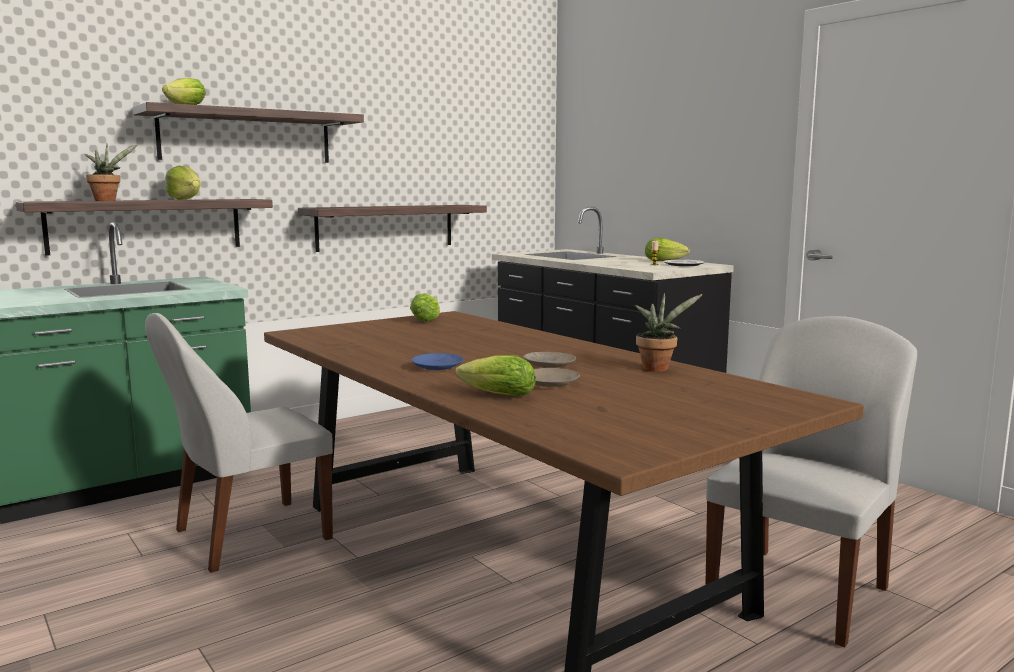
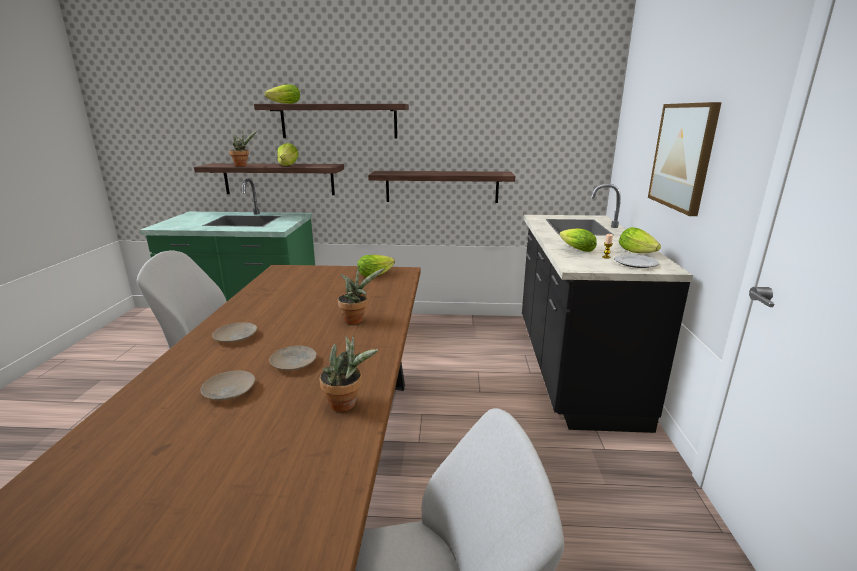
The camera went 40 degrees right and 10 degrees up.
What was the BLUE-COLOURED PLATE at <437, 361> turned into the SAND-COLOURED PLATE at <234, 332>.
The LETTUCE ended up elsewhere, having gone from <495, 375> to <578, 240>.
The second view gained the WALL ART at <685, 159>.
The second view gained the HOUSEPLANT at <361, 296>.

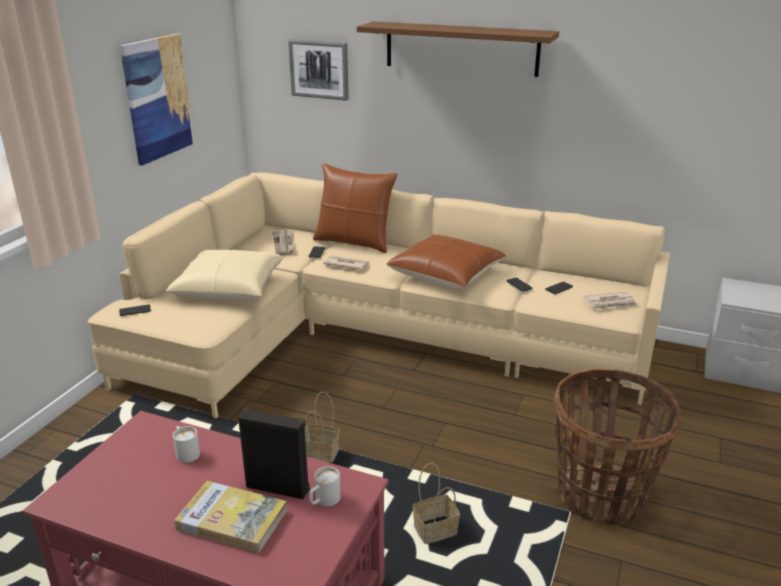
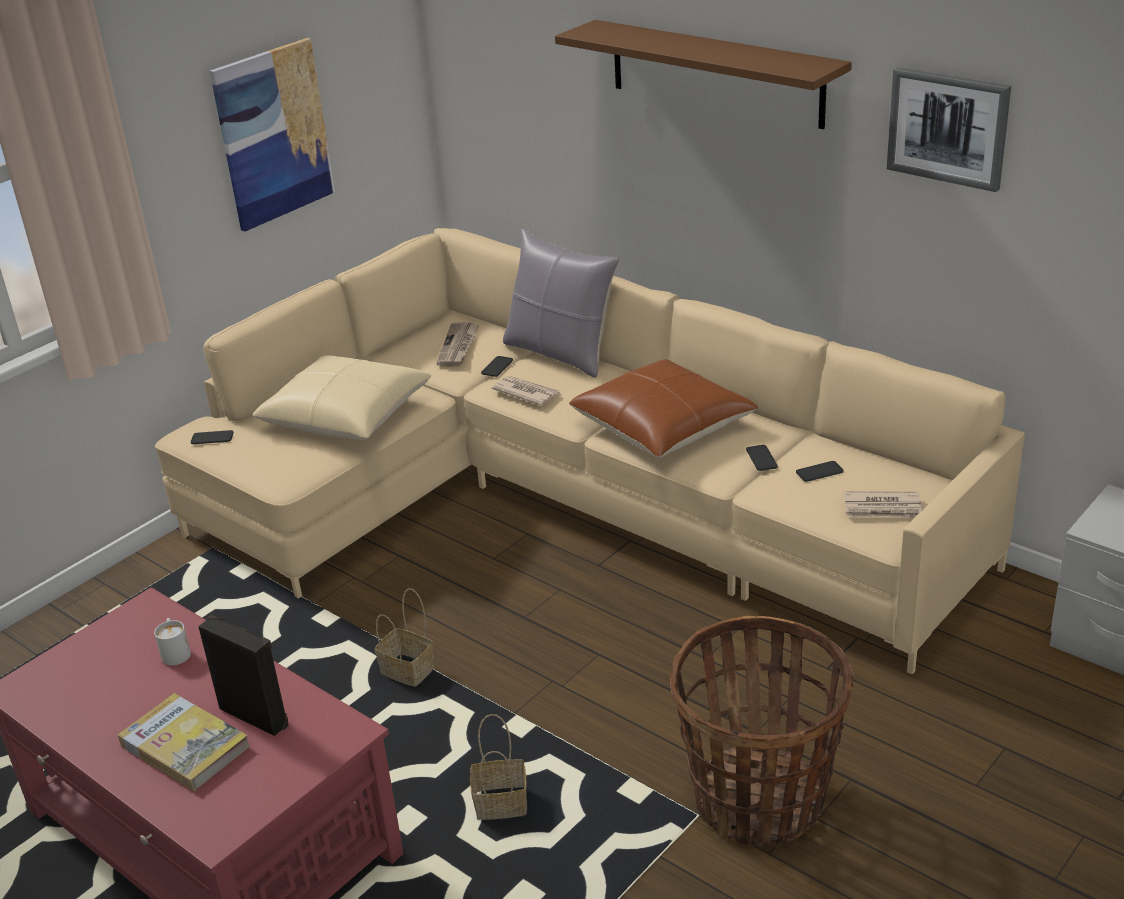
The camera went 20 degrees right and 5 degrees up.
The WALL ART ended up elsewhere, having gone from <318, 70> to <949, 129>.
What was the BROWNISH THROW PILLOW at <355, 208> turned into the GREY THROW PILLOW at <561, 303>.
The second view lost the WHITE-COLOURED MUG at <325, 486>.

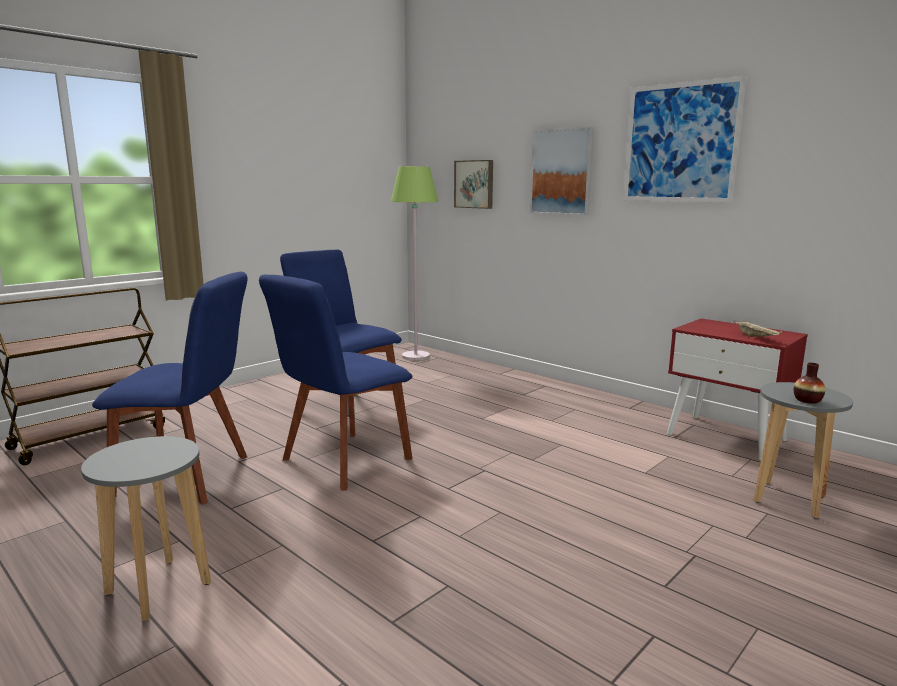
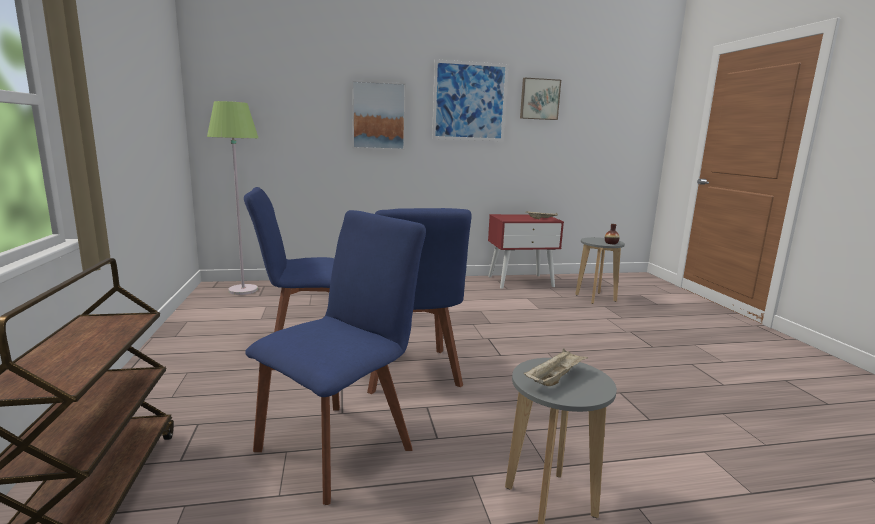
The camera went 55 degrees left and 0 degrees up.
The WALL ART ended up elsewhere, having gone from <473, 184> to <540, 99>.
The second view gained the SAND-COLOURED SERVING TRAY at <556, 367>.

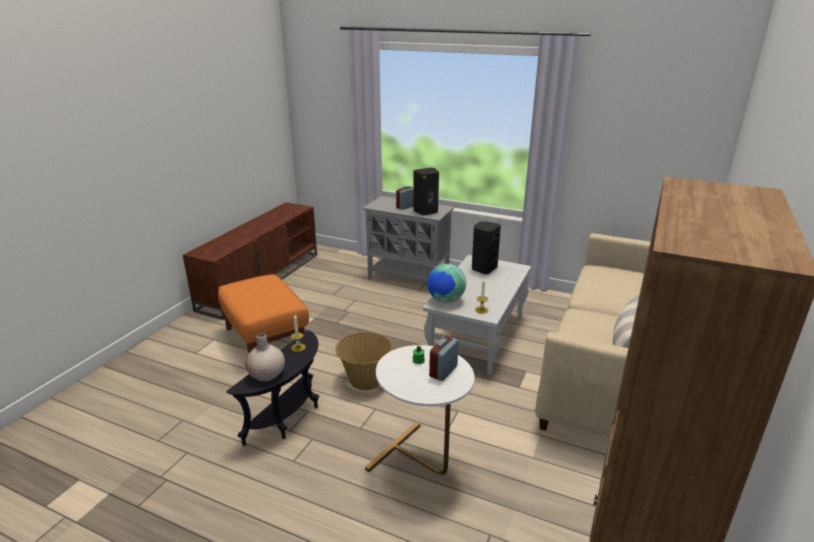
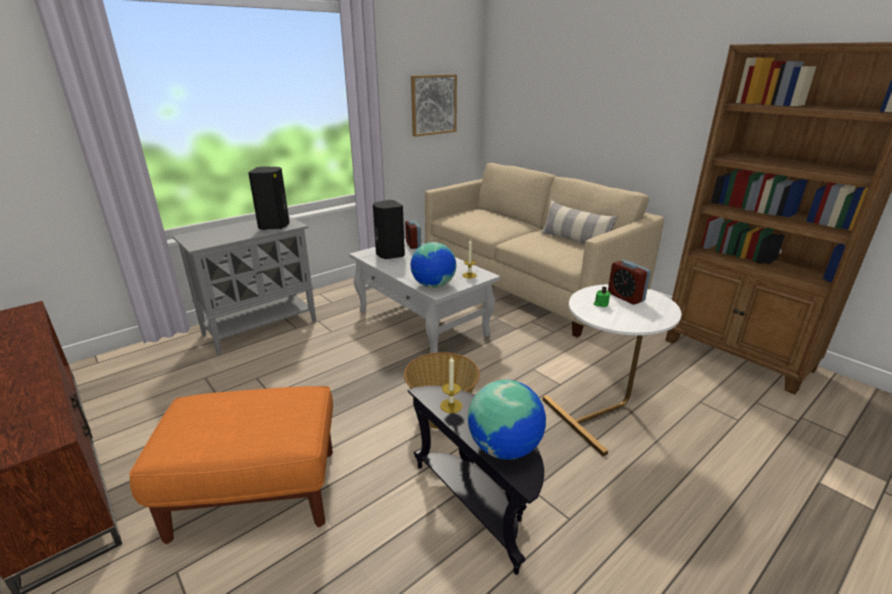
The camera went 65 degrees left and 0 degrees up.
The TABLE CLOCK ended up elsewhere, having gone from <405, 198> to <413, 234>.
Where the SAND-COLOURED DECORATIVE VASE stood at <265, 357>, the WORLD GLOBE came to stand at <507, 420>.
The second view gained the WALL ART at <434, 105>.

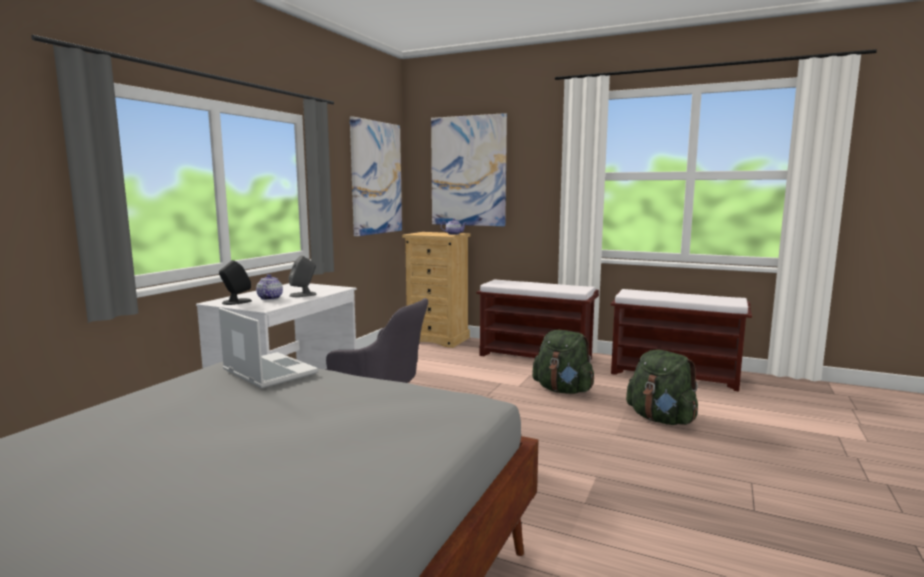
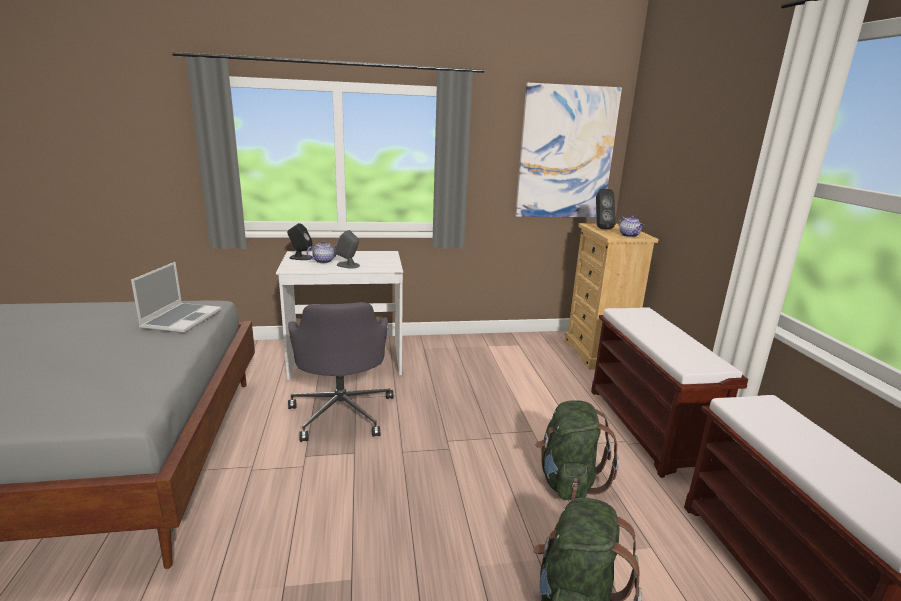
The camera went 55 degrees right and 10 degrees up.
The second view lost the WALL ART at <469, 169>.
The second view gained the BLACKISH AUDIO SPEAKER at <606, 209>.

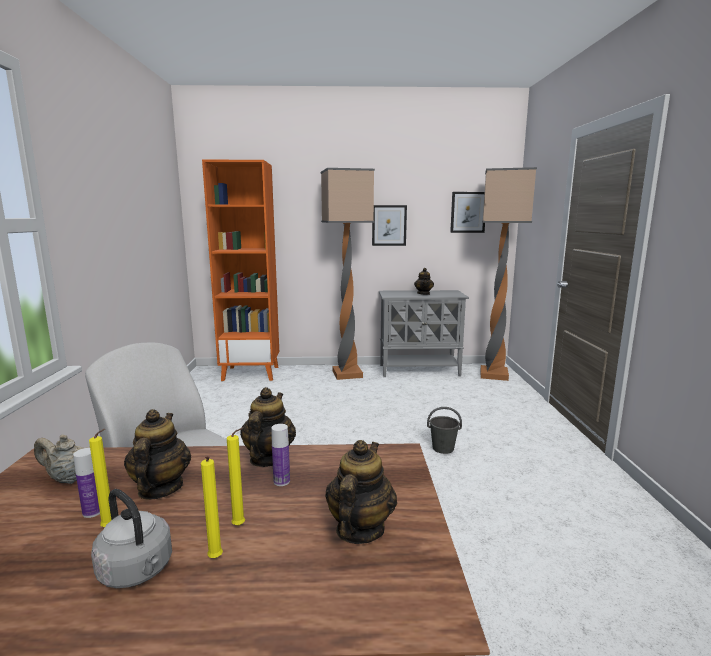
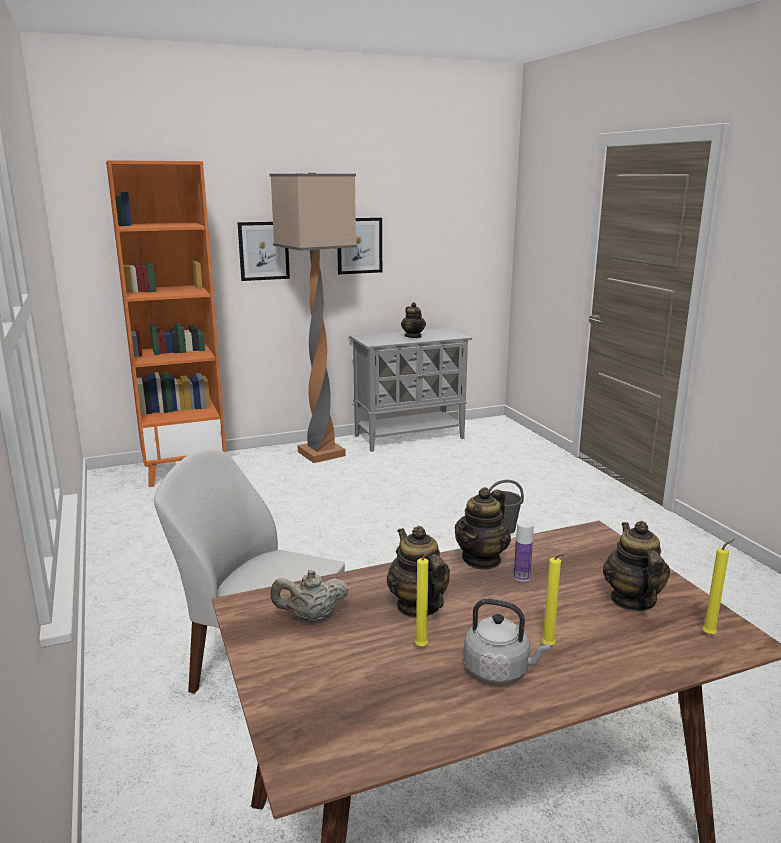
The camera went 20 degrees left and 5 degrees up.
The second view lost the FLOOR LAMP at <509, 274>.
The WALL ART ended up elsewhere, having gone from <467, 212> to <263, 251>.
The POT FOR TEA at <268, 427> ended up facing another way, 135 degrees counterclockwise from before.
The YELLOWISH WAX LIGHT ended up elsewhere, having gone from <236, 476> to <719, 587>.
The second view lost the DRINK BOTTLE at <86, 483>.

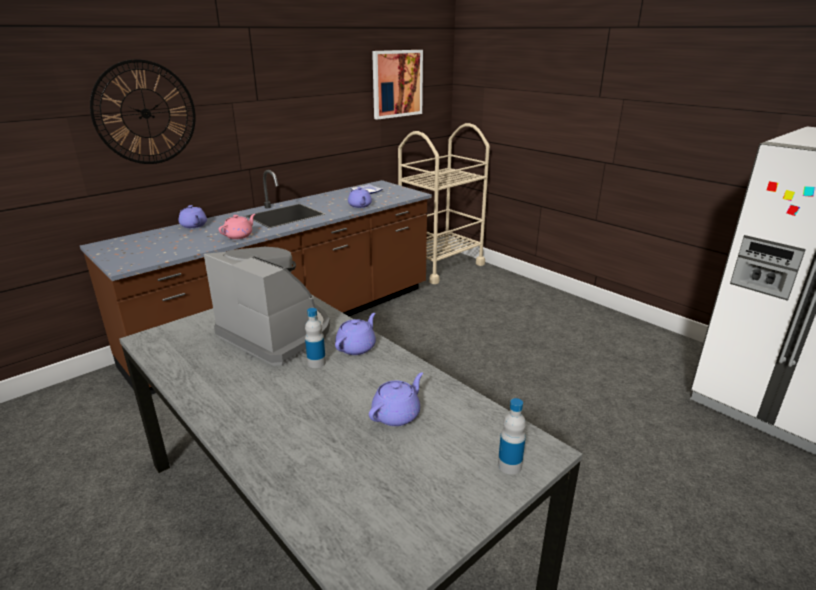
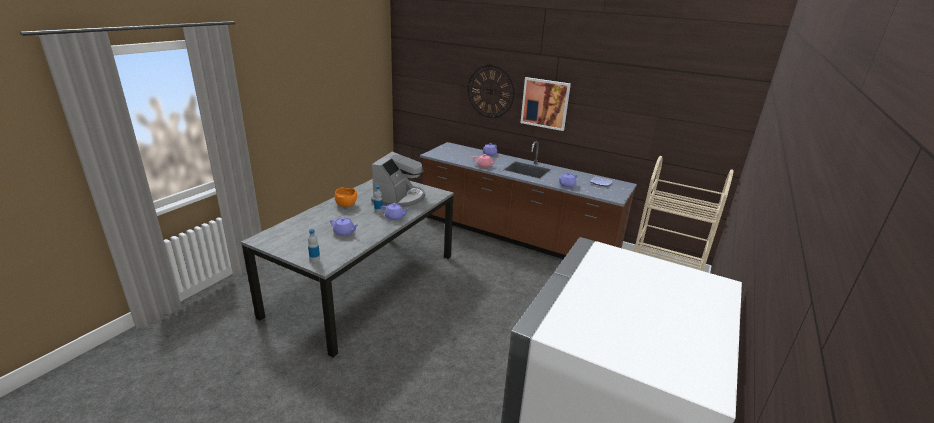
The camera went 70 degrees right and 0 degrees up.
The WALL ART ended up elsewhere, having gone from <397, 85> to <546, 104>.
The second view gained the ORANGEY BOWL at <346, 197>.

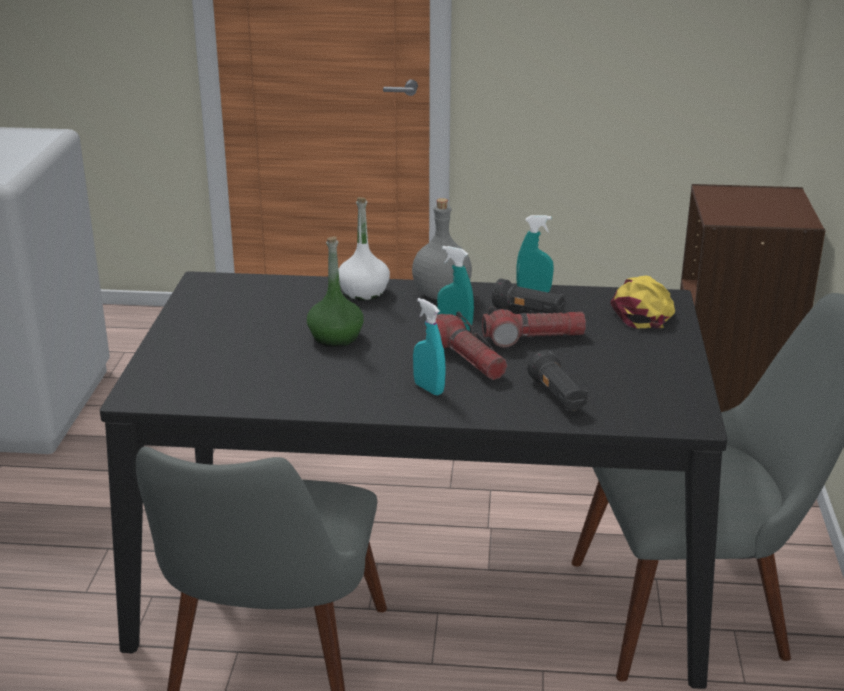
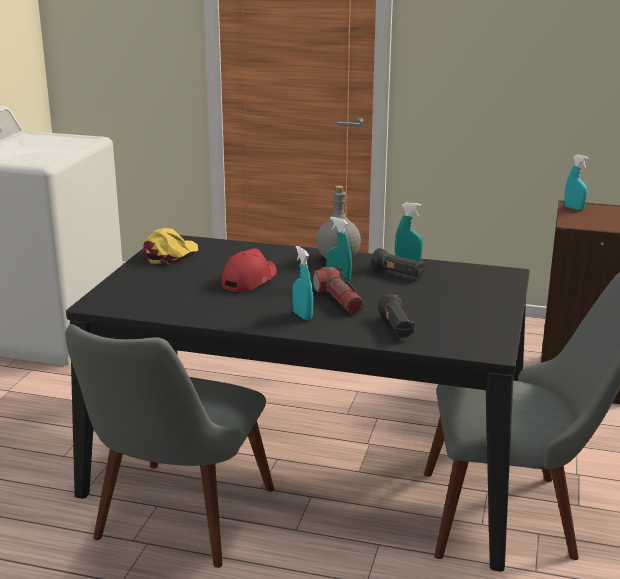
The camera went 10 degrees right and 5 degrees down.
The second view lost the WHITE-COLOURED DRINK BOTTLE at <364, 248>.
Where the GREEN-COLOURED DRINK BOTTLE stood at <335, 291>, the RED-COLOURED BASEBALL CAP came to stand at <249, 270>.
The YELLOWISH BASEBALL CAP ended up elsewhere, having gone from <642, 302> to <171, 246>.
The second view lost the FLASHLIGHT at <534, 326>.
The second view gained the BLUE-GREEN SPRAY BOTTLE at <576, 182>.

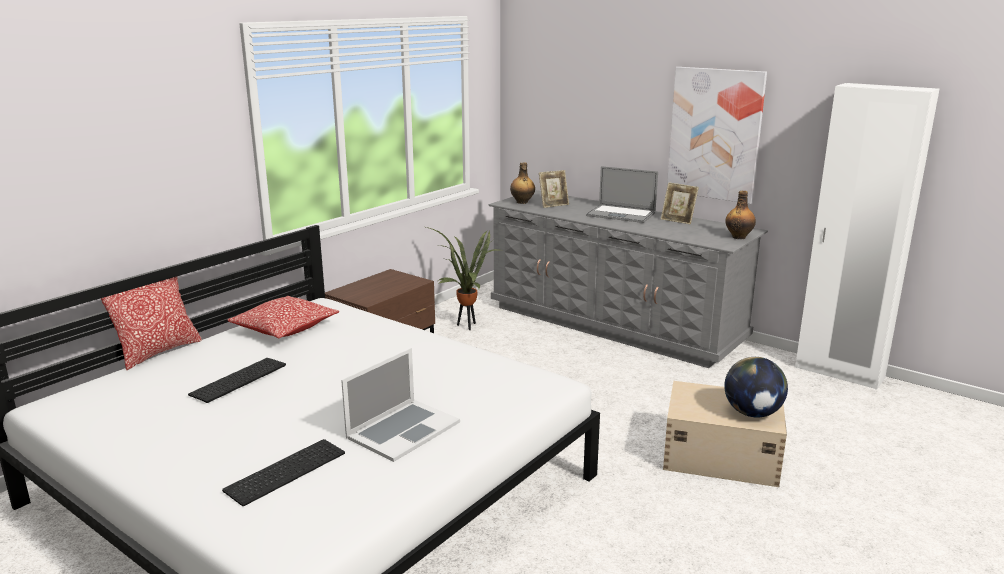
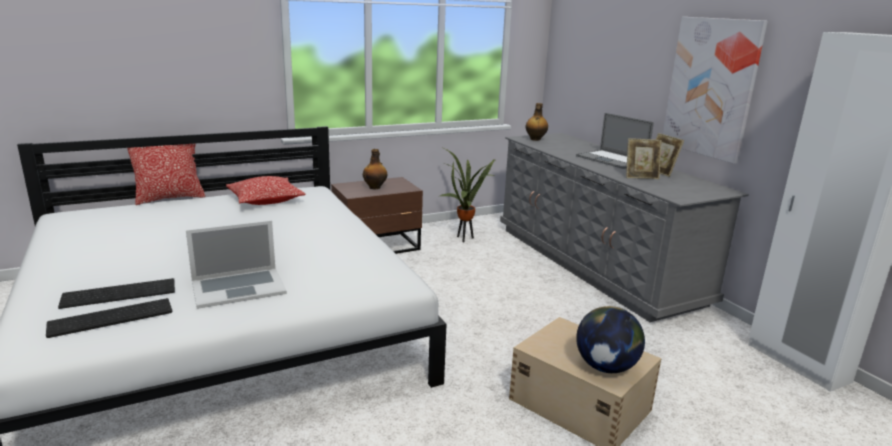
The camera went 25 degrees right and 0 degrees up.
The PHOTO FRAME ended up elsewhere, having gone from <554, 189> to <644, 158>.
The DRINK BOTTLE ended up elsewhere, having gone from <740, 215> to <375, 169>.
The COMPUTER KEYBOARD ended up elsewhere, having gone from <237, 380> to <109, 318>.

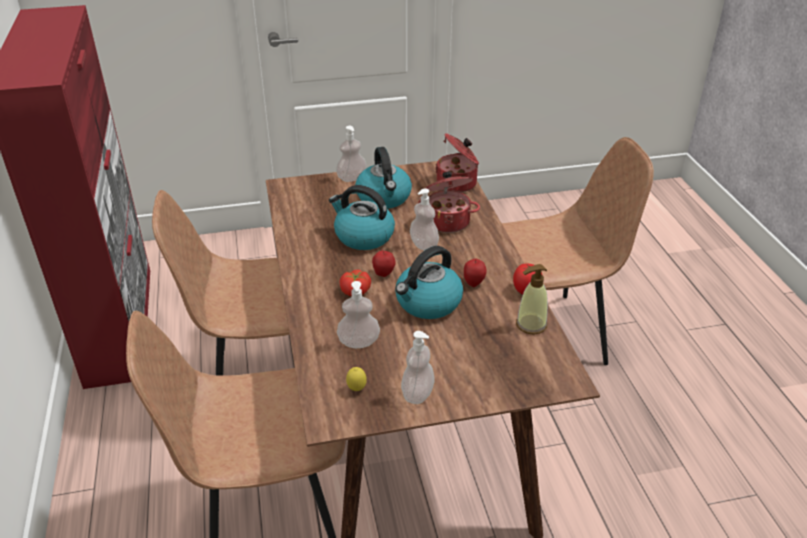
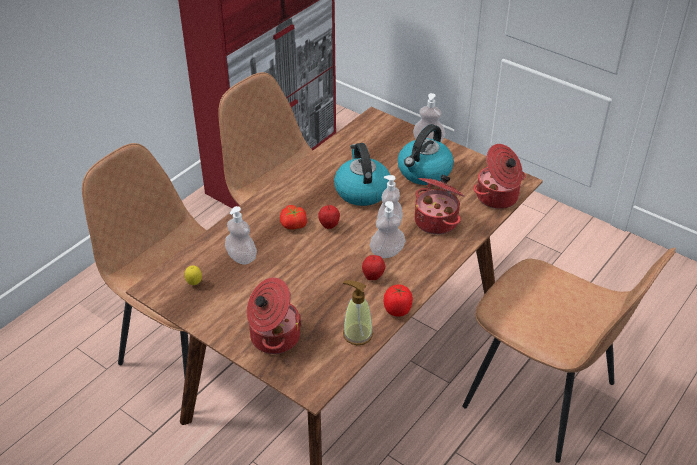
The camera went 50 degrees right and 5 degrees up.
The second view lost the WATER KETTLE at <429, 282>.
The SOAP DISPENSER ended up elsewhere, having gone from <418, 367> to <388, 229>.
The second view gained the COOKING POT at <274, 315>.

